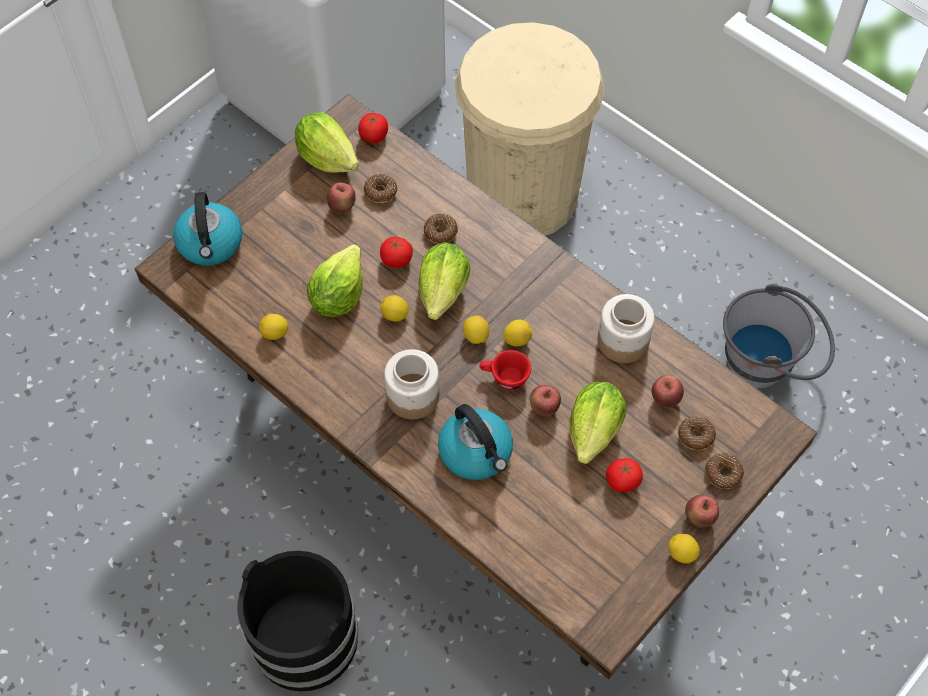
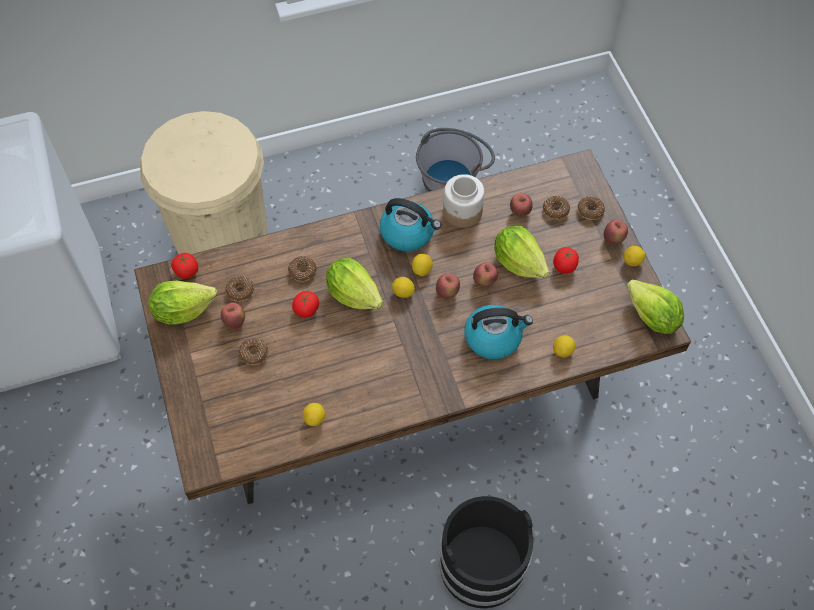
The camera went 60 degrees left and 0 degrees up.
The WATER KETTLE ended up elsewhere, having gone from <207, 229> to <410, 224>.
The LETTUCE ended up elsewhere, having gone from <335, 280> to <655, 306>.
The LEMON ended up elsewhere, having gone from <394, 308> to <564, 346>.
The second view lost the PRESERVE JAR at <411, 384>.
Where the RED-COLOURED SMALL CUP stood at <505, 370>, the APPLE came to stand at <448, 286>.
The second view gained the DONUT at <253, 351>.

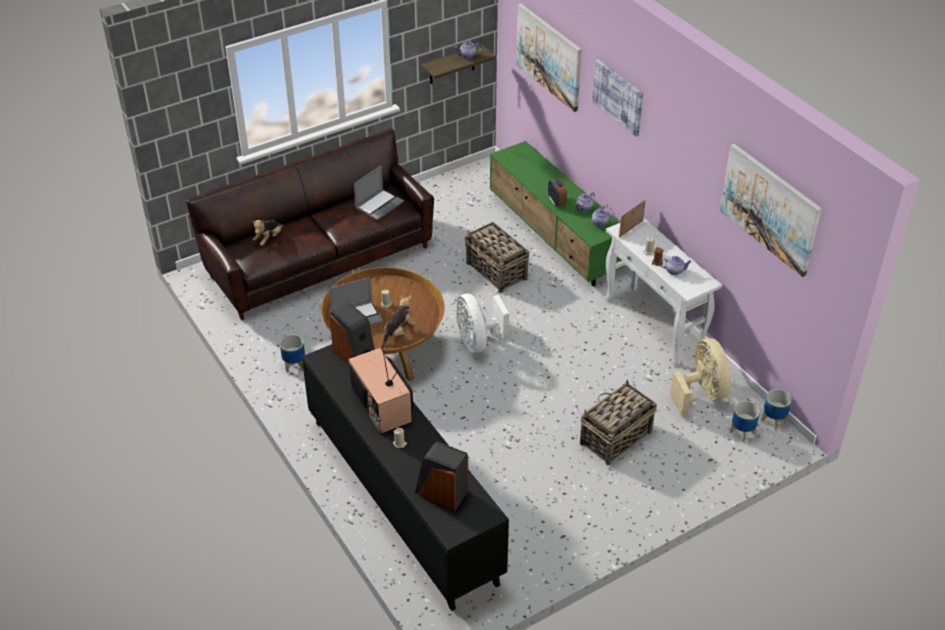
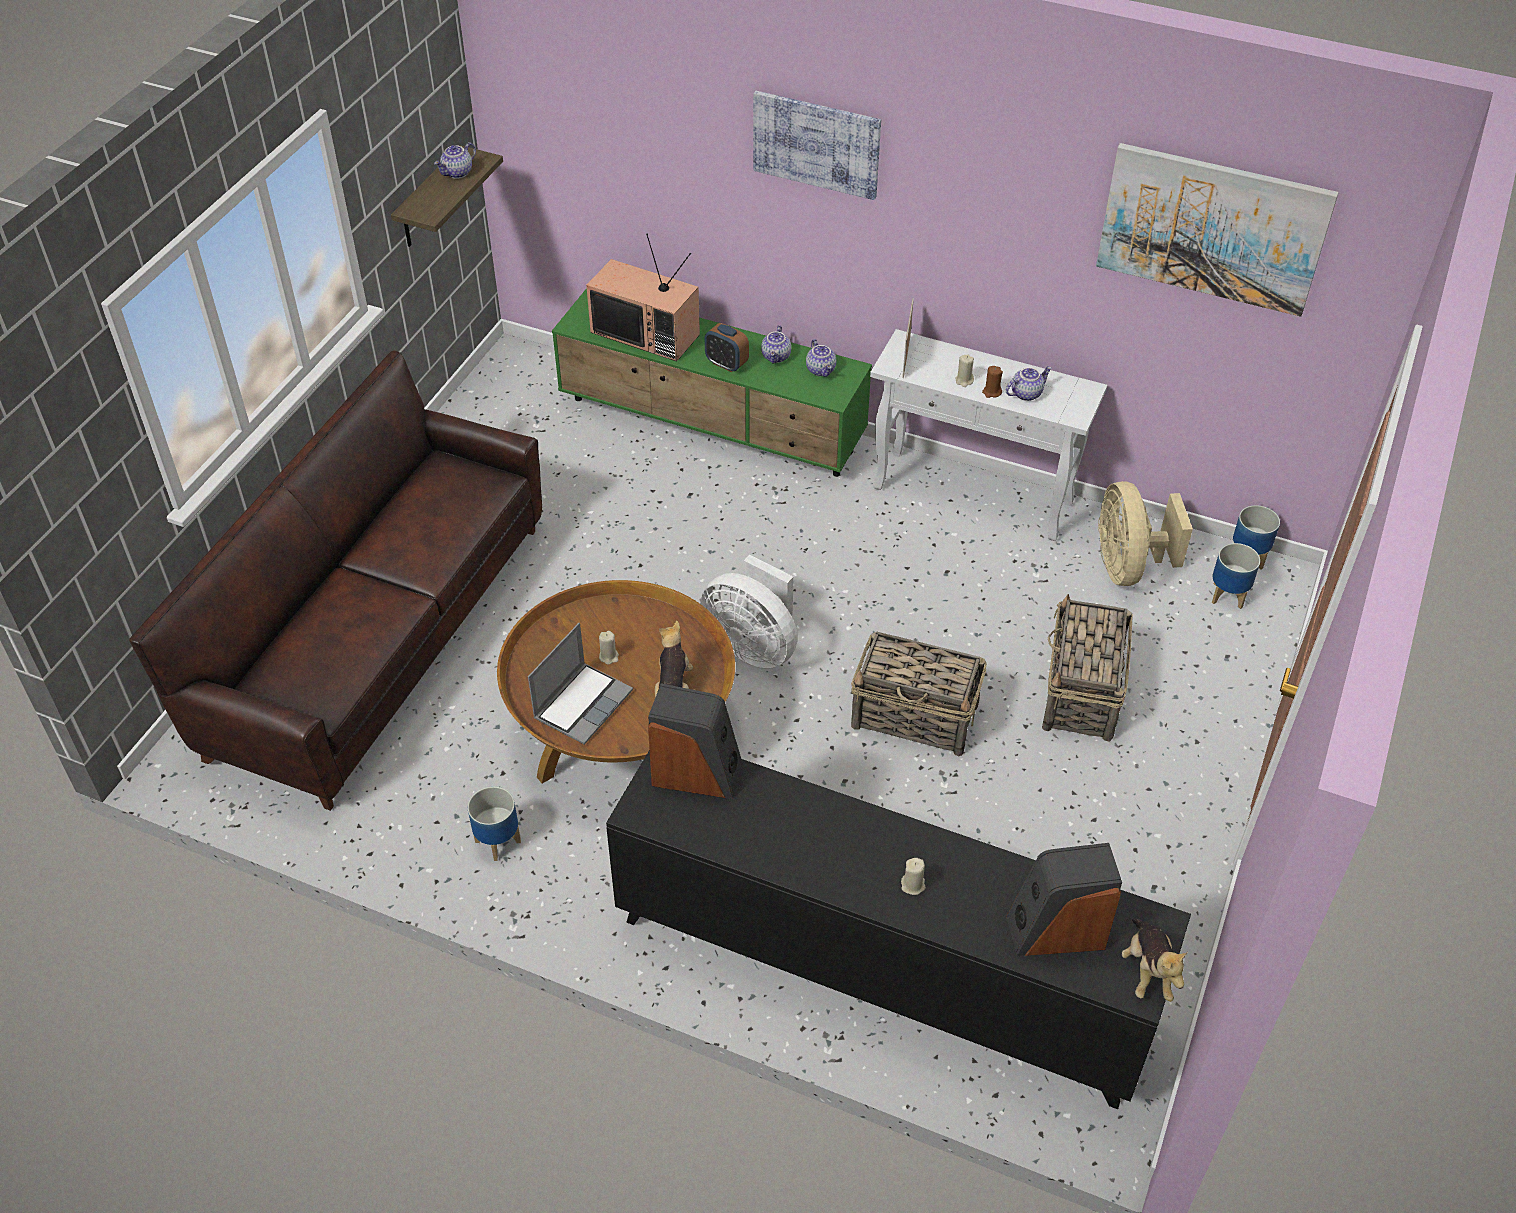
The camera went 35 degrees left and 5 degrees up.
The second view lost the WALL ART at <549, 58>.
The second view lost the NOTEBOOK COMPUTER at <379, 193>.
The PLUSH TOY ended up elsewhere, having gone from <268, 233> to <1155, 960>.
The BASKET ended up elsewhere, having gone from <496, 257> to <919, 694>.
The SAND-COLOURED FAN at <700, 377> ended up facing another way, 135 degrees counterclockwise from before.
The TV SET ended up elsewhere, having gone from <381, 390> to <643, 298>.

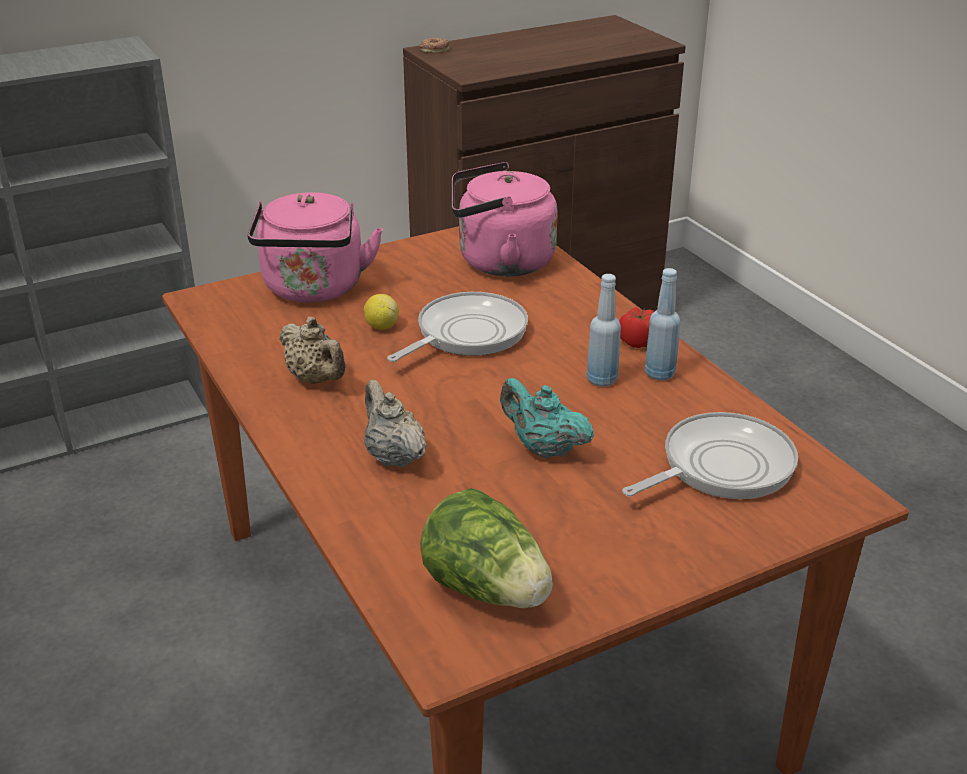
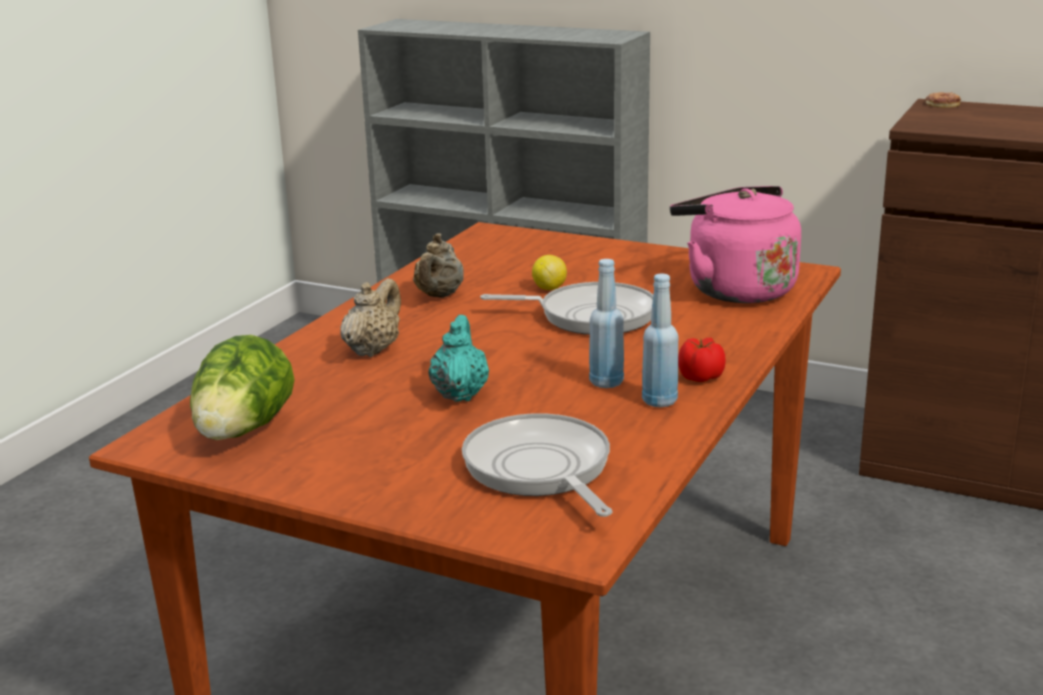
The camera went 55 degrees right and 10 degrees down.
The second view lost the PINK-COLOURED WATER KETTLE at <315, 247>.
The FRYING PAN at <710, 455> ended up facing another way, 135 degrees counterclockwise from before.

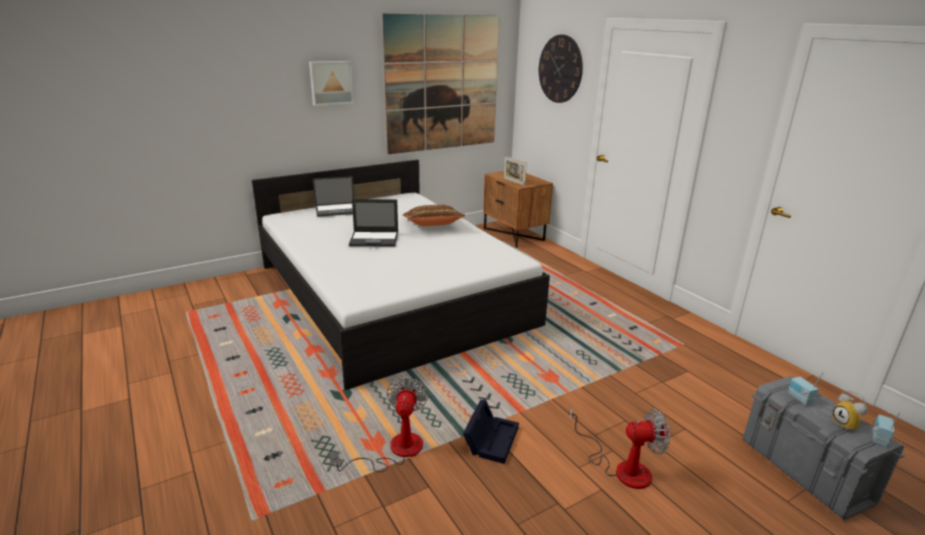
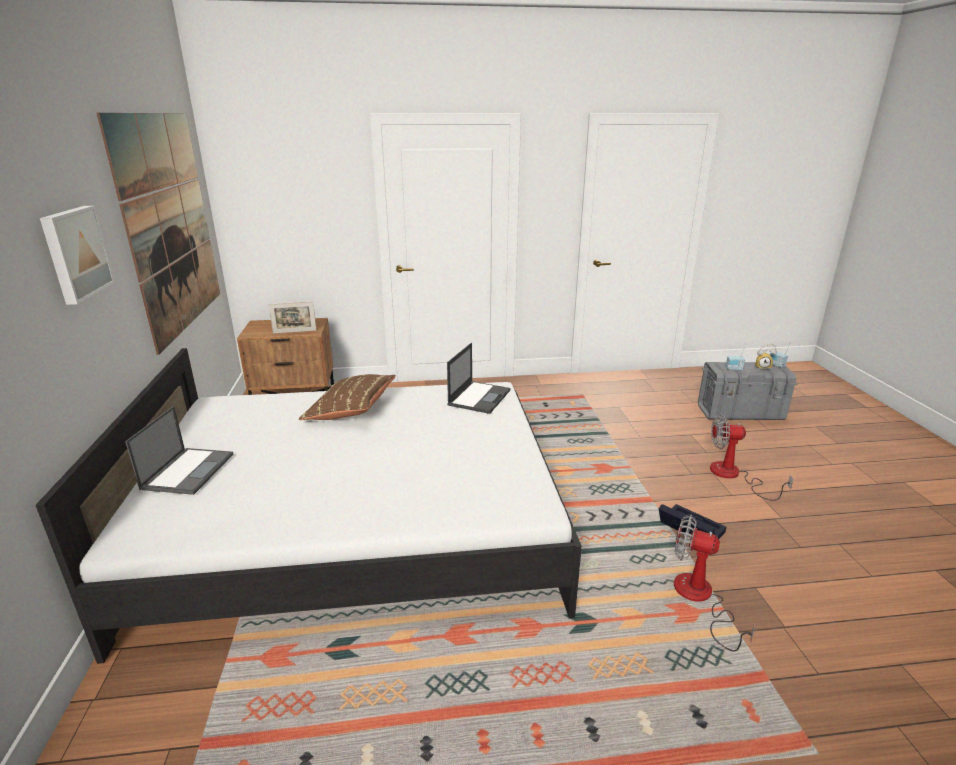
The camera went 65 degrees left and 0 degrees up.
The second view lost the HANGING CLOCK at <561, 69>.
The NOTEBOOK COMPUTER ended up elsewhere, having gone from <373, 223> to <479, 378>.
The FAN at <619, 447> ended up facing another way, 105 degrees counterclockwise from before.

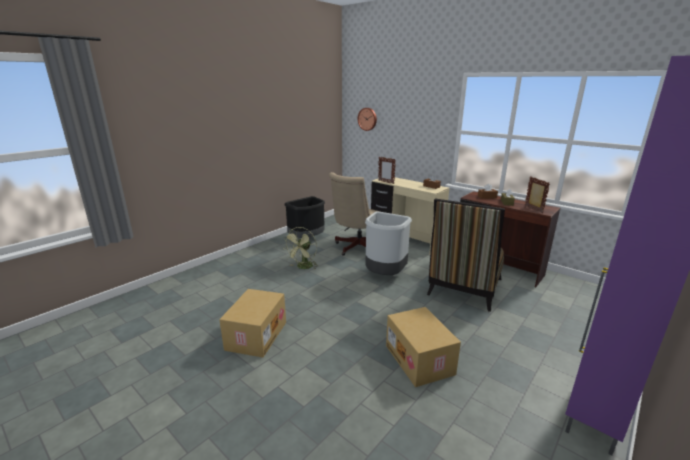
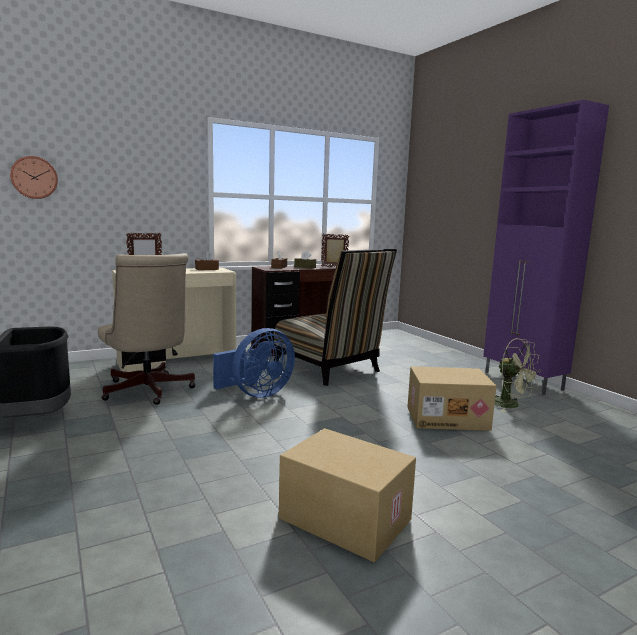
The camera went 70 degrees left and 10 degrees down.
Where the GREY RUBBISH BIN stood at <388, 243>, the BLUE-COLOURED FAN came to stand at <254, 363>.
The GREEN-COLOURED FAN ended up elsewhere, having gone from <301, 248> to <518, 375>.

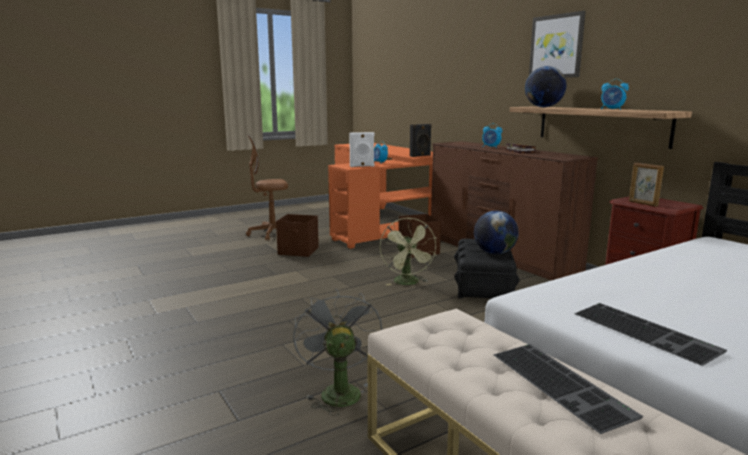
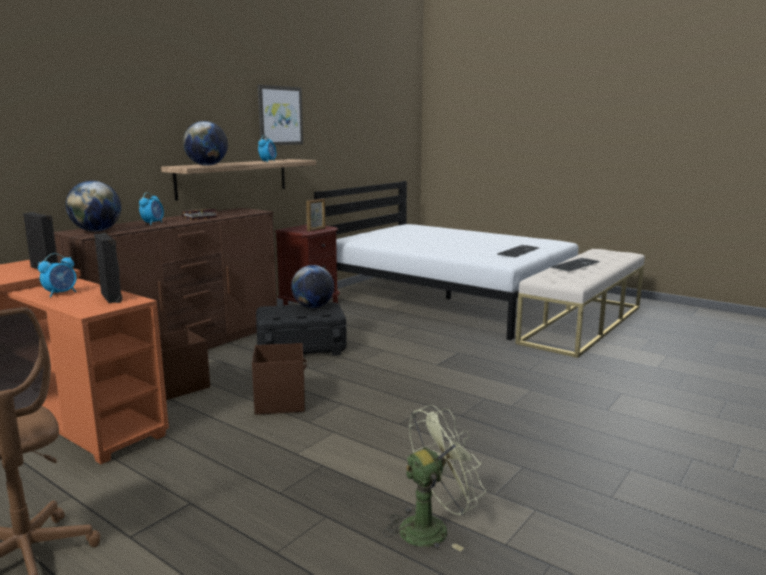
The camera went 110 degrees left and 0 degrees up.
The WALL ART ended up elsewhere, having gone from <557, 44> to <280, 115>.
What was the WHITE-COLOURED AUDIO SPEAKER at <361, 149> turned into the BLACKISH AUDIO SPEAKER at <108, 268>.
The BROWNISH STORAGE BOX ended up elsewhere, having gone from <297, 235> to <279, 379>.
The GREEN-COLOURED FAN ended up elsewhere, having gone from <408, 251> to <434, 478>.
The second view lost the GREY FAN at <337, 352>.
The second view gained the WORLD GLOBE at <93, 206>.

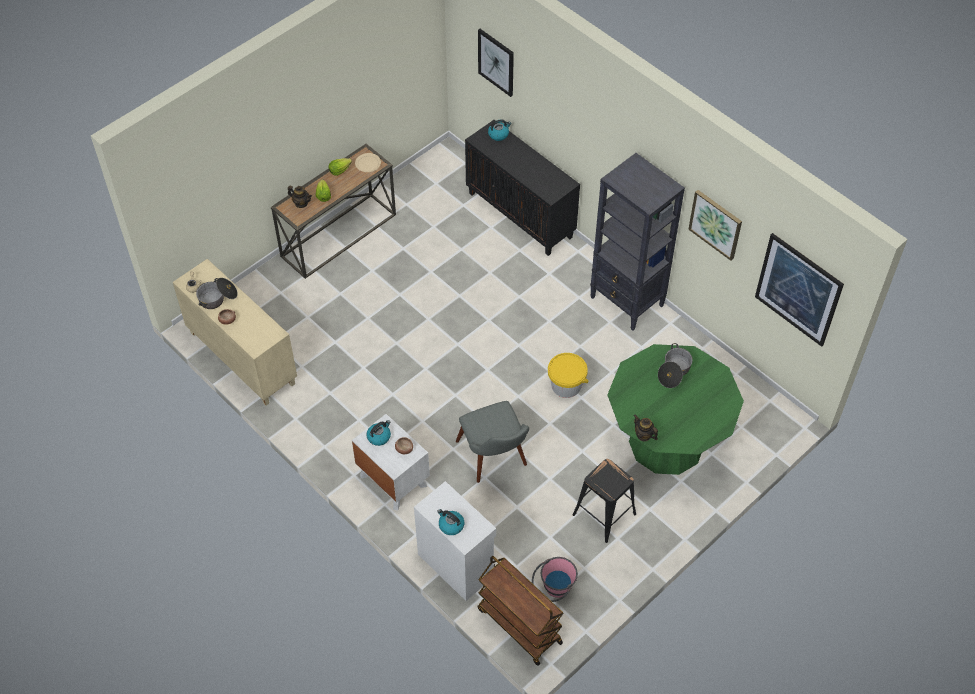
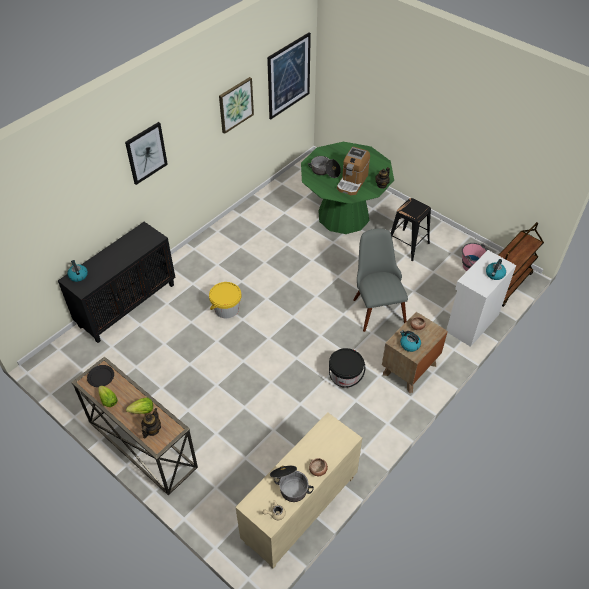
The camera went 95 degrees left and 5 degrees down.
The WALL ART ended up elsewhere, having gone from <496, 63> to <146, 153>.
What was the SAND-COLOURED PLATE at <368, 162> turned into the BLACKISH PLATE at <100, 376>.
The second view lost the BLACKISH SHELVING UNIT at <637, 242>.
The YELLOWISH PAIL ended up elsewhere, having gone from <568, 375> to <225, 300>.
The GREY UPRIGHT CHAIR at <492, 442> ended up facing another way, 75 degrees counterclockwise from before.
What was the WHITE-COLOURED BEDSIDE TABLE at <391, 462> turned into the BROWNISH BEDSIDE TABLE at <415, 352>.
The second view gained the COFFEE MAKER at <353, 171>.
The second view gained the BLACKISH PAIL at <347, 368>.

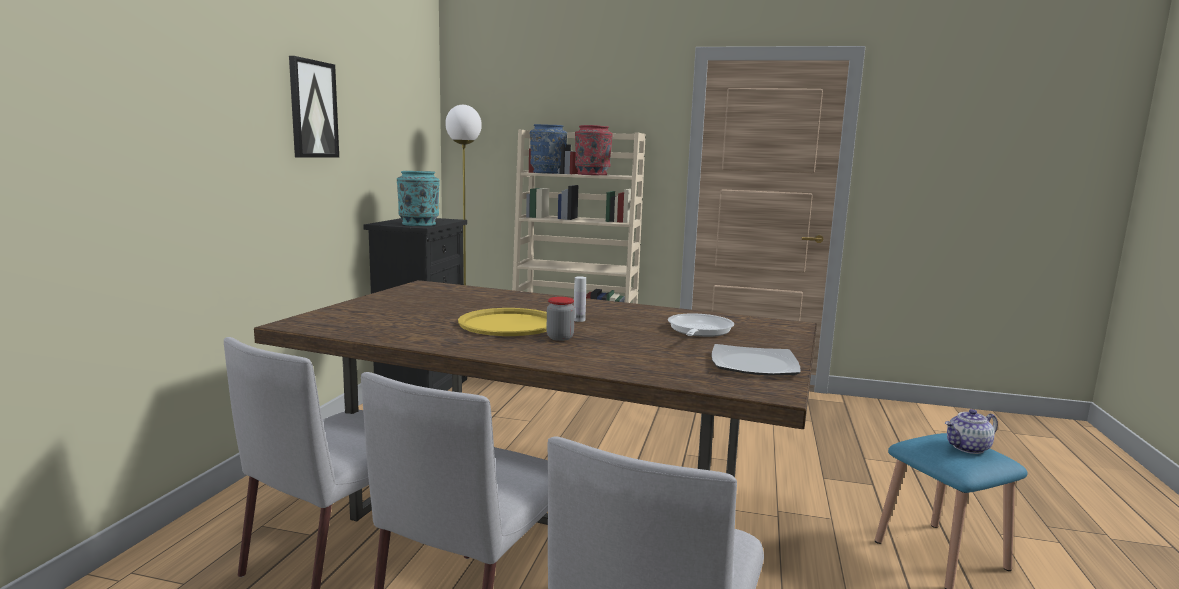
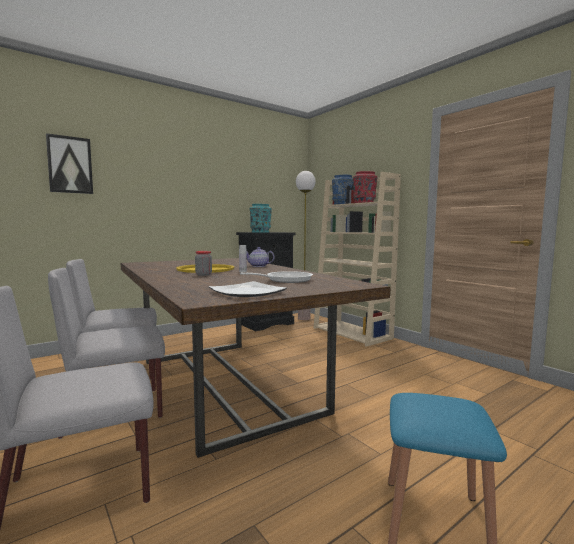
The camera went 40 degrees right and 5 degrees down.
The WALL ART ended up elsewhere, having gone from <314, 107> to <69, 163>.
The POT FOR TEA ended up elsewhere, having gone from <971, 431> to <260, 257>.

